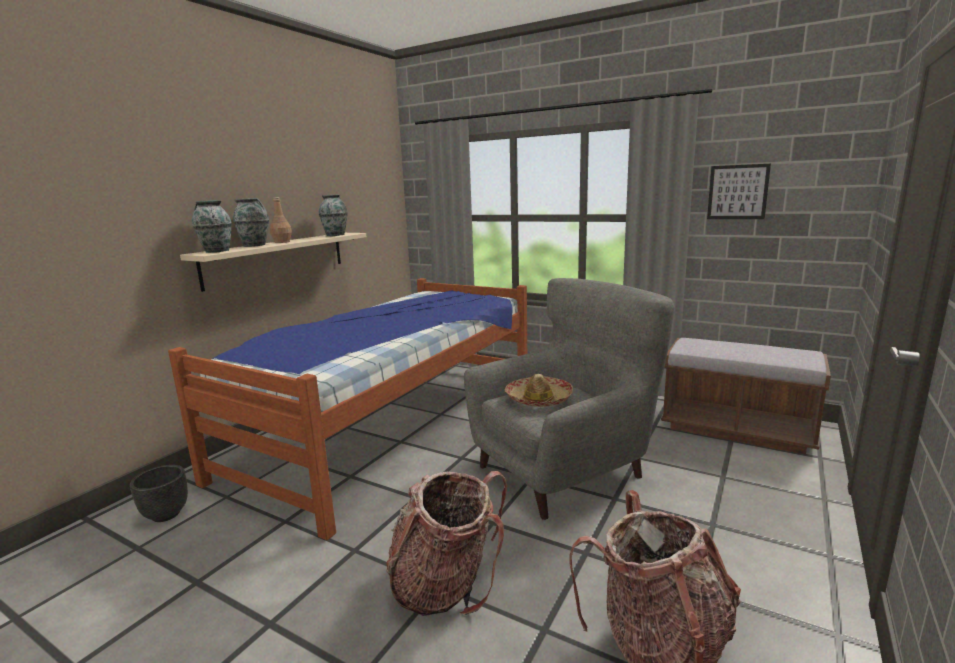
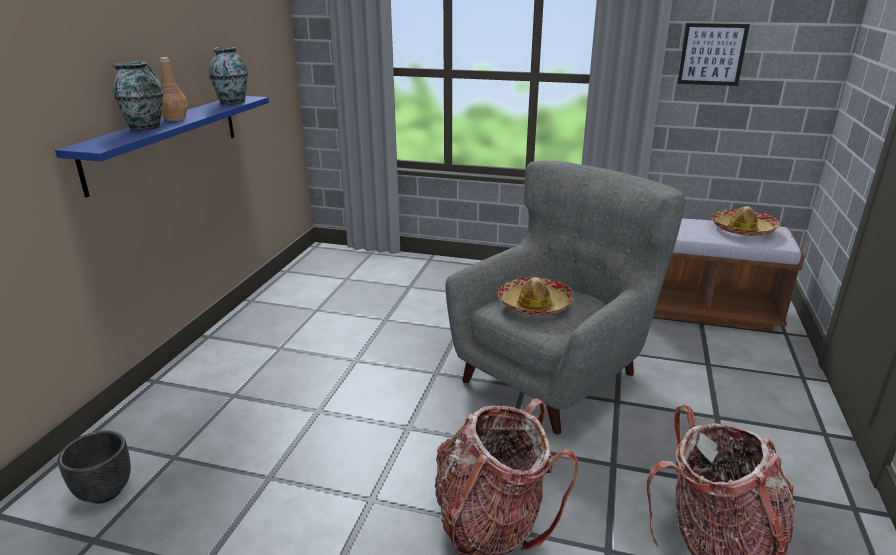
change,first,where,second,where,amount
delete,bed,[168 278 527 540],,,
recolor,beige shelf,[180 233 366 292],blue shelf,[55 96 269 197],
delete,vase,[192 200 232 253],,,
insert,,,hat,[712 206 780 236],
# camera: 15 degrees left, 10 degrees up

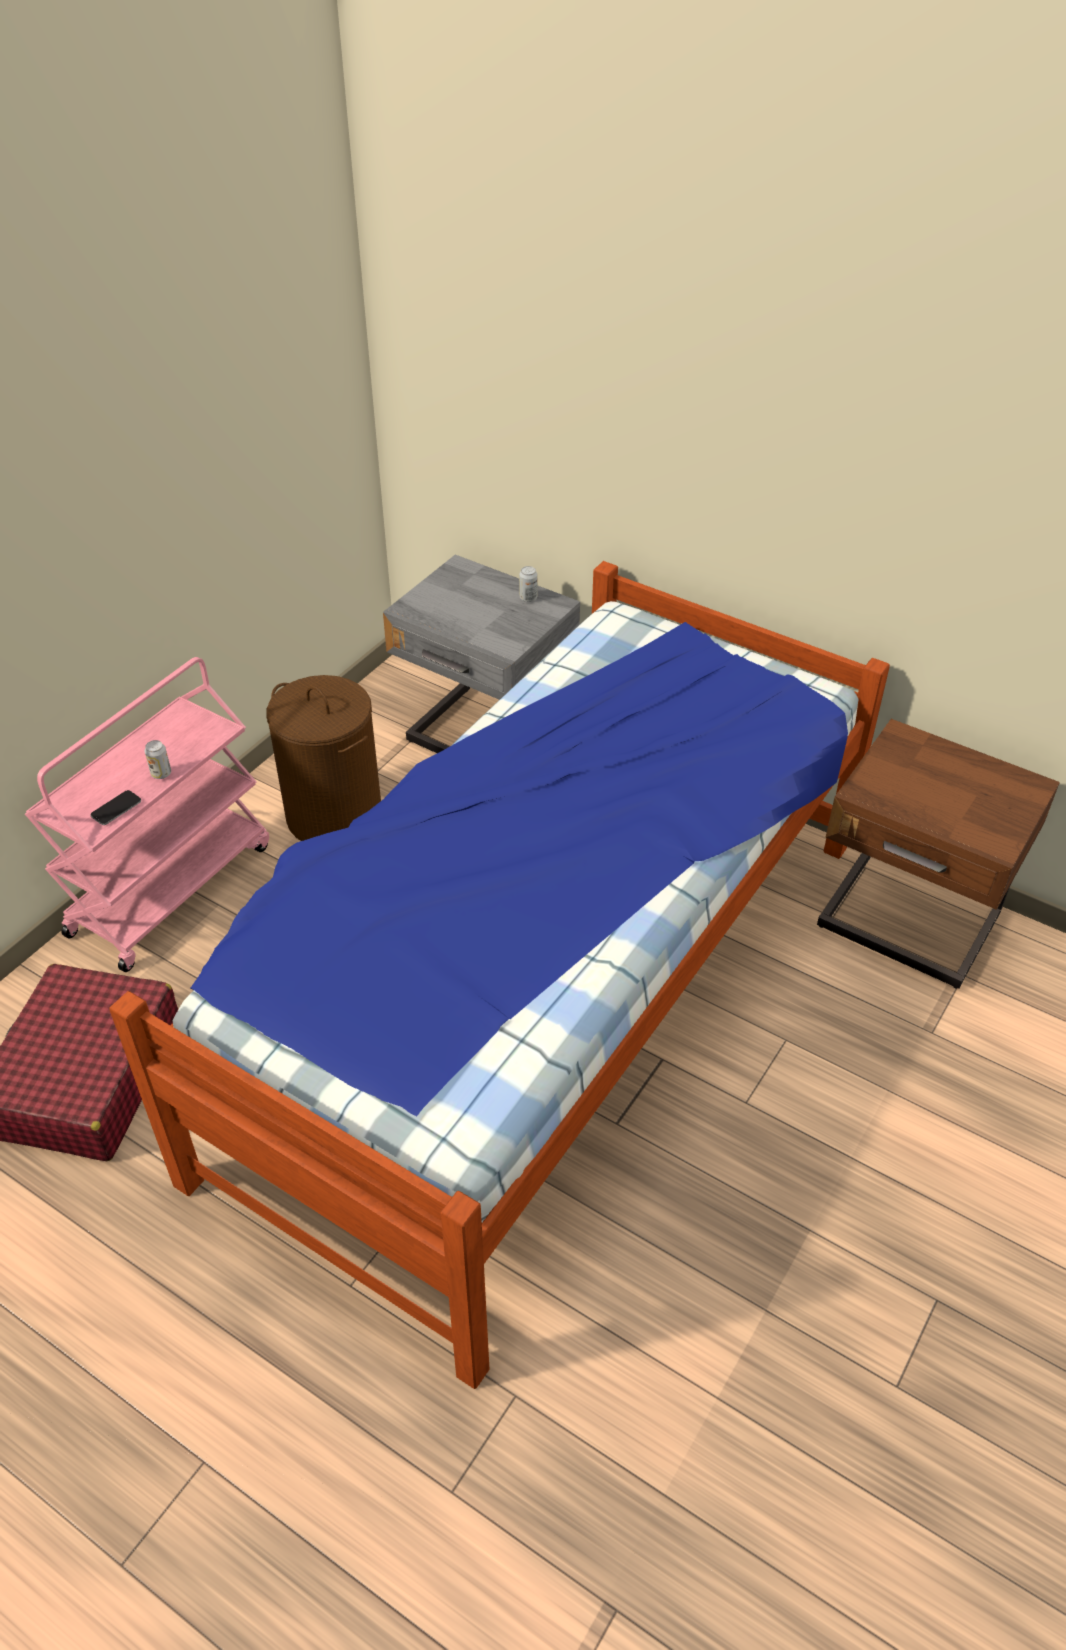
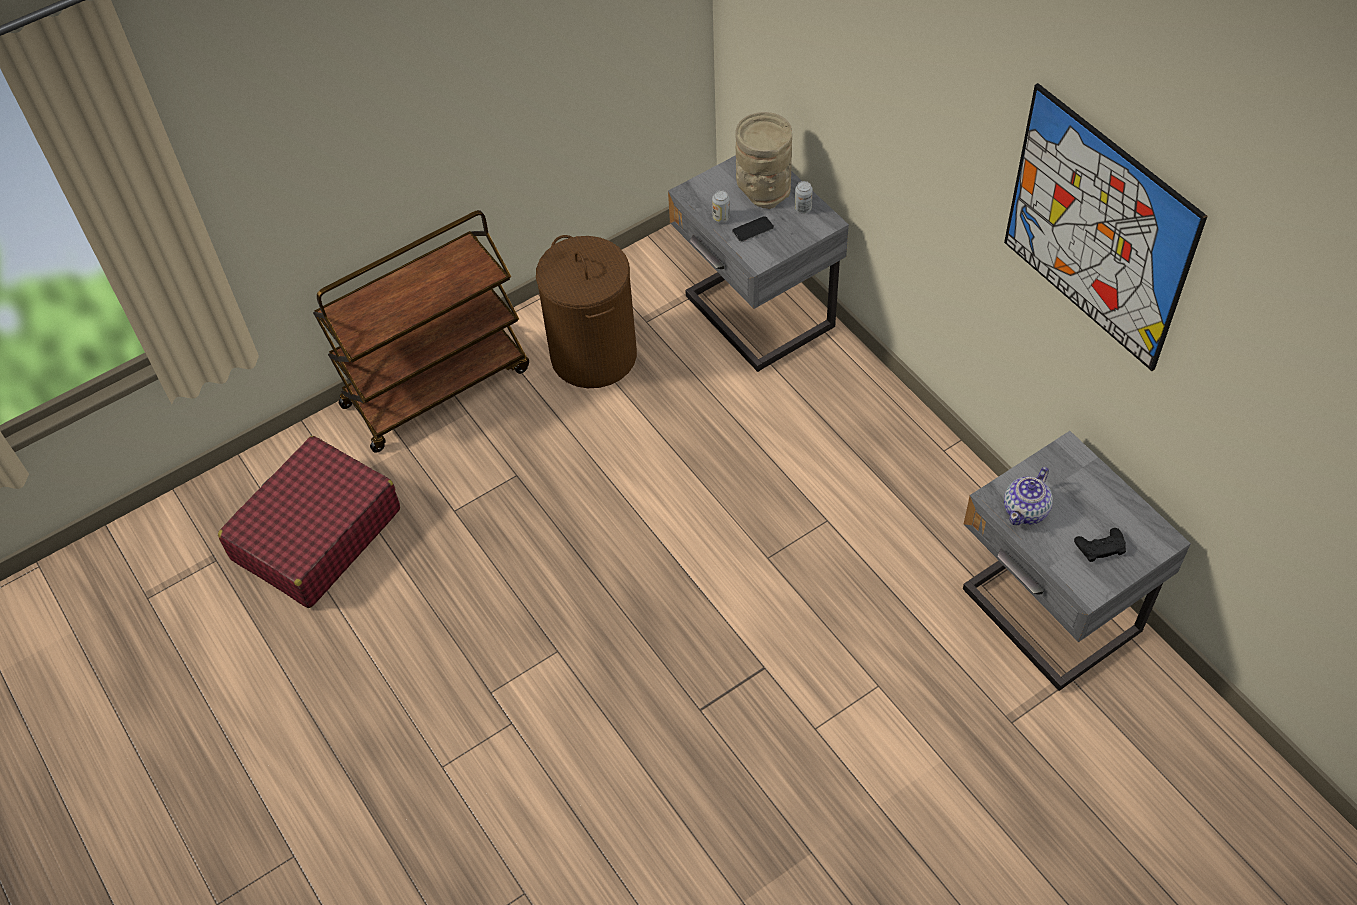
change,first,where,second,where,amount
recolor,pink cart,[25 657 269 972],brown cart,[313 210 529 453],
move,phone,[90 790 141 825],,[732 216 774 242],
delete,bed,[109 561 890 1389],,,
move,can,[145 740 171 779],,[712 190 730 223],
recolor,brown nightstand,[817 719 1060 989],grey nightstand,[963 431 1191 691],
insert,,,beige vase,[735 112 792 209],
insert,,,picture,[1004 83 1208 371],
insert,,,teapot,[1004 467 1053 525],
insert,,,black game controller,[1074 528 1126 562],
# camera: 25 degrees right, 10 degrees up

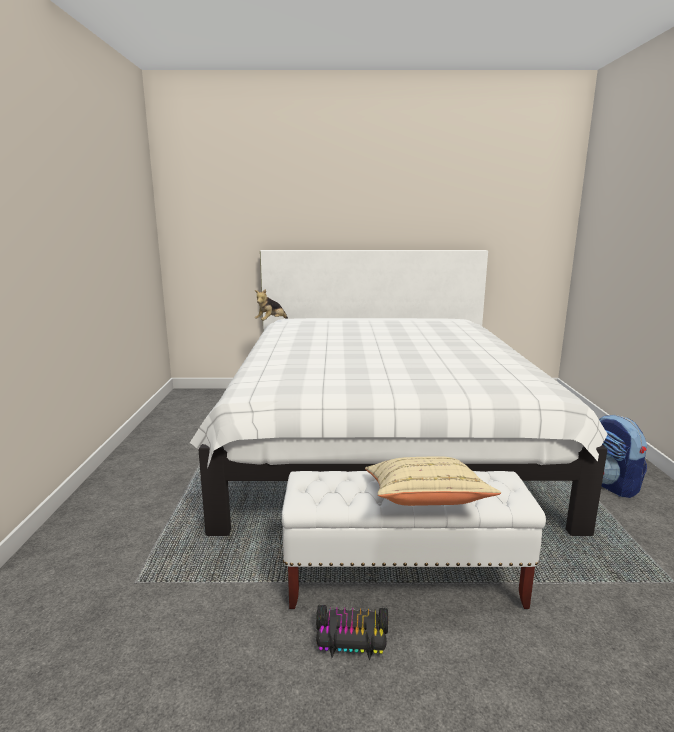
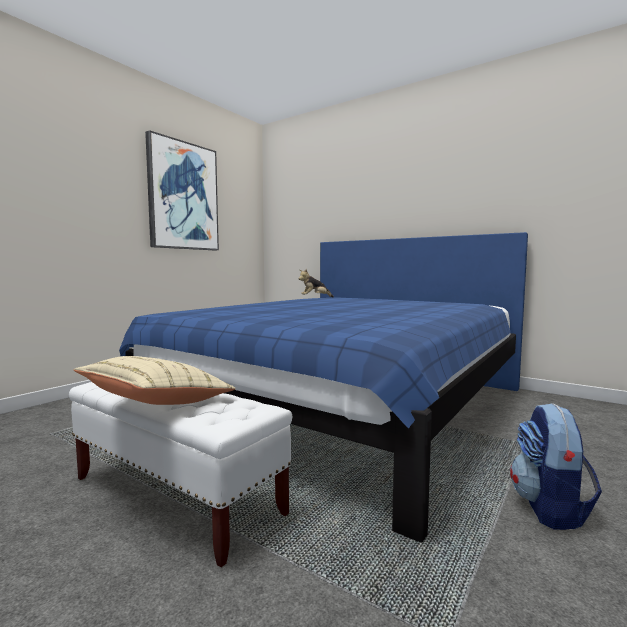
change,first,where,second,where,amount
recolor,white bed,[190 250 608 536],blue bed,[119 232 528 542],
delete,toy car,[316 605 388 661],,,
insert,,,picture,[145 130 219 250],
# camera: 35 degrees right, 10 degrees down

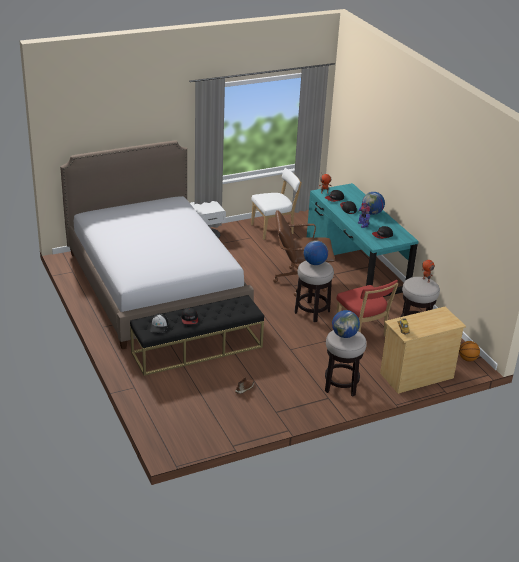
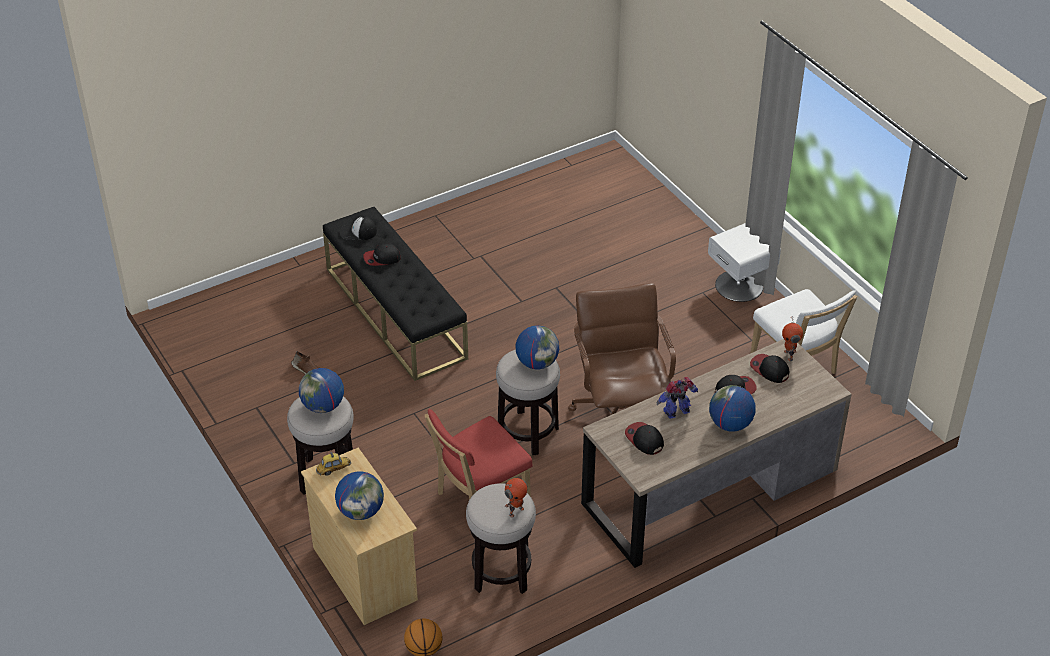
change,first,where,second,where,amount
delete,bed,[60 140 254 349],,,
recolor,turquoise desk,[307 183 419 297],brown desk,[581 339 852 568],
insert,,,globe,[335 471 384 520],
# camera: 85 degrees right, 10 degrees up

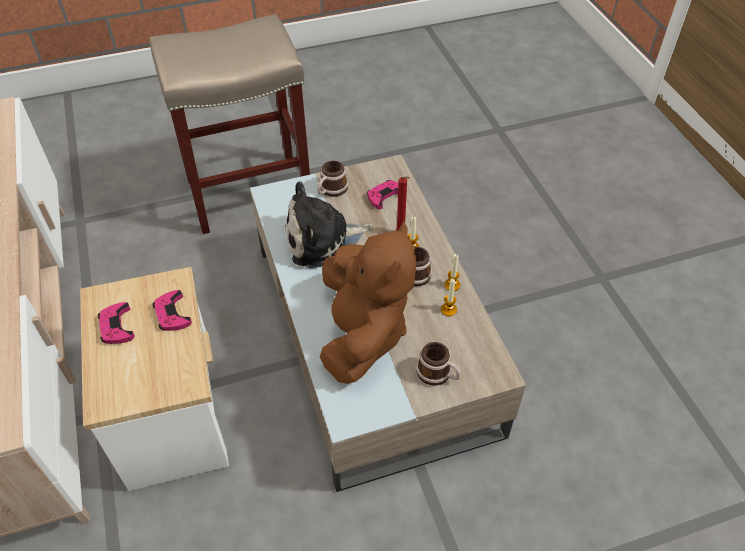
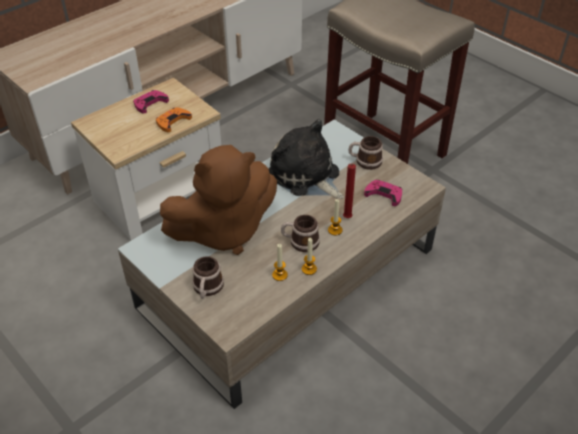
change,first,where,second,where,amount
recolor,pink game controller,[152 290 192 331],orange game controller,[156 107 192 132],
# camera: 65 degrees right, 5 degrees down

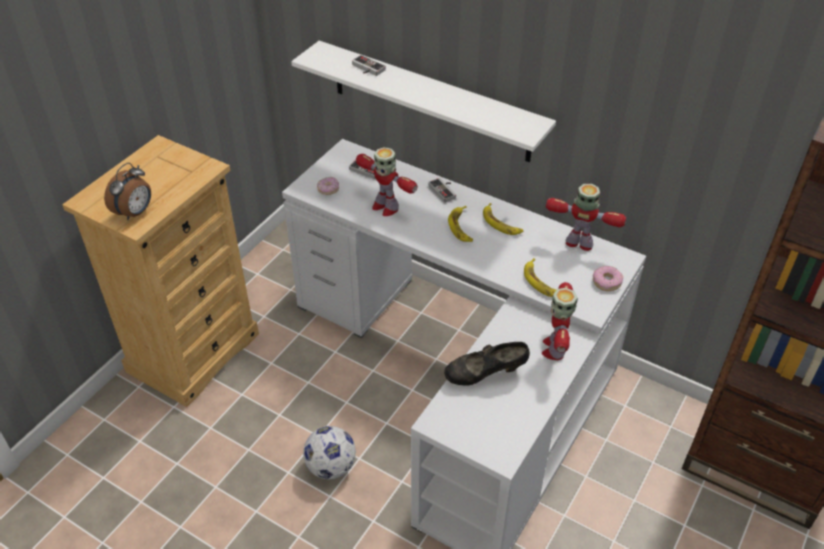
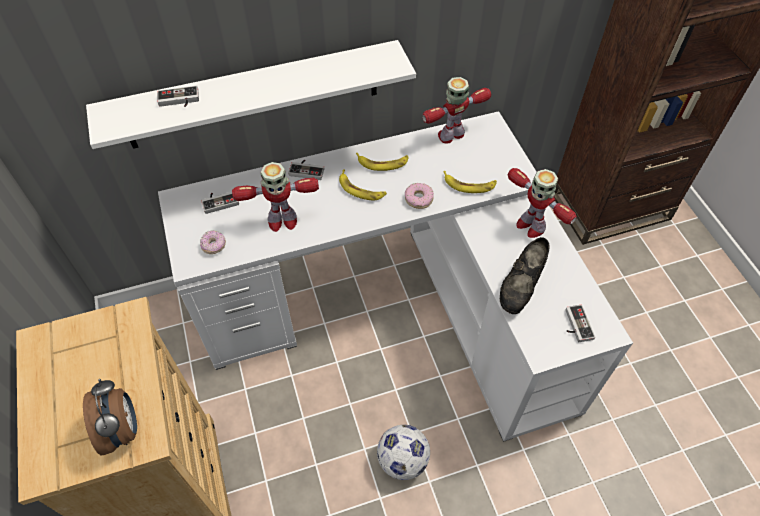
change,first,where,second,where,amount
move,donut,[593 266 623 291],,[405 183 434 209],
insert,,,game controller,[565 305 595 342],
# camera: 50 degrees left, 10 degrees up

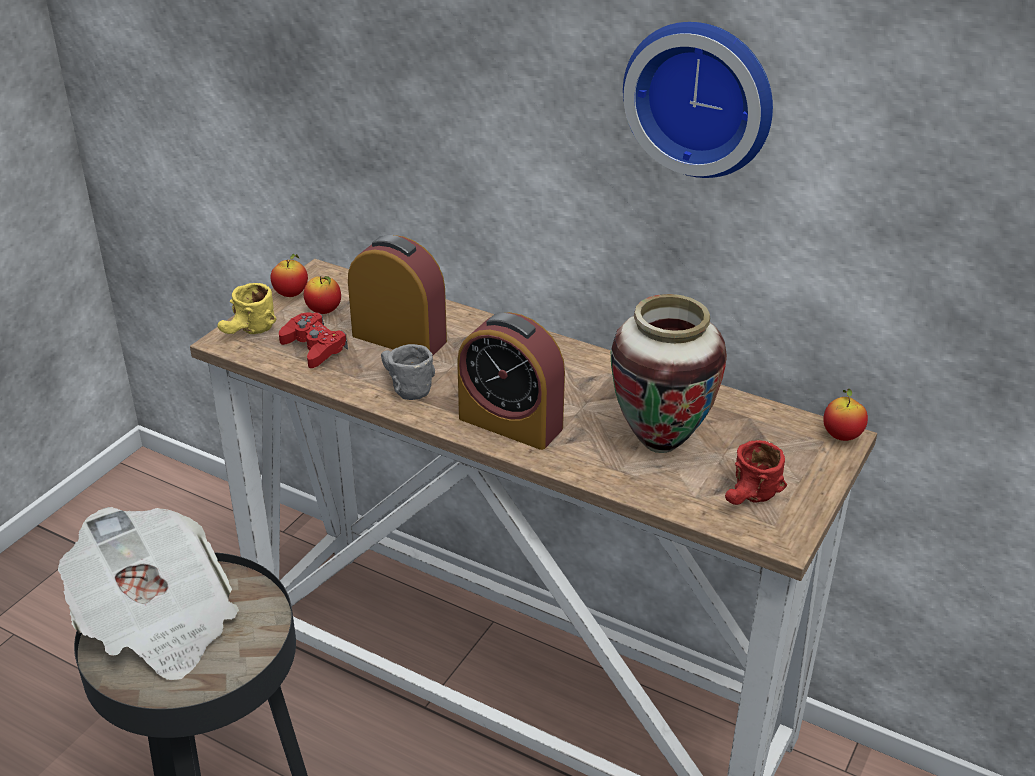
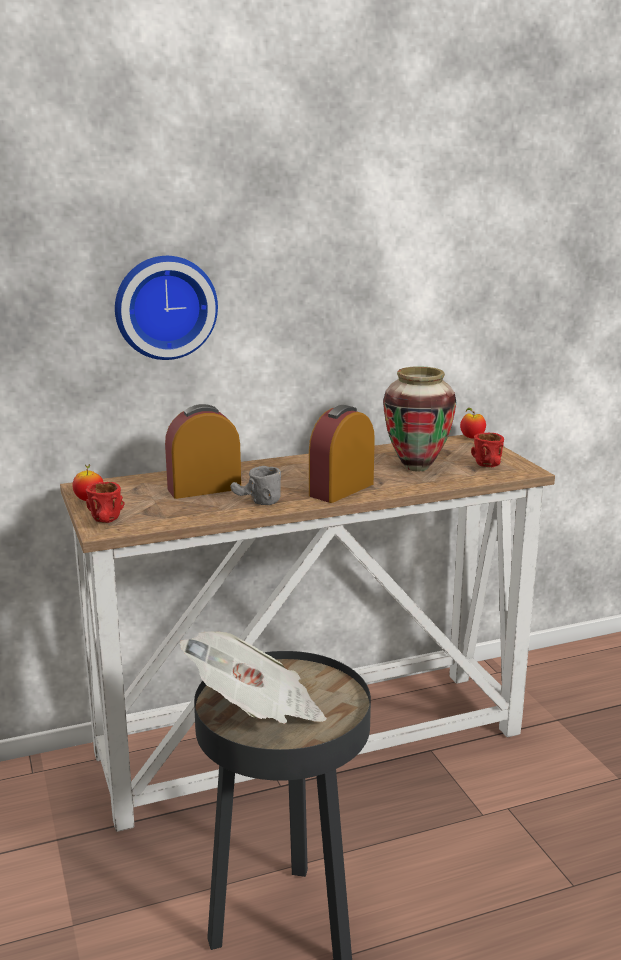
change,first,where,second,where,amount
recolor,yellow mug,[218 283 276 334],red mug,[86 482 125 523],
delete,red game controller,[279 312 348 368],,,
delete,apple,[304 276 341 314],,,
rotate,alarm clock,[457 312 565 450],,[309 405 375 503],150 degrees clockwise
move,wall clock,[623 22 773 178],,[115 256 218 360],
# camera: 50 degrees left, 15 degrees down

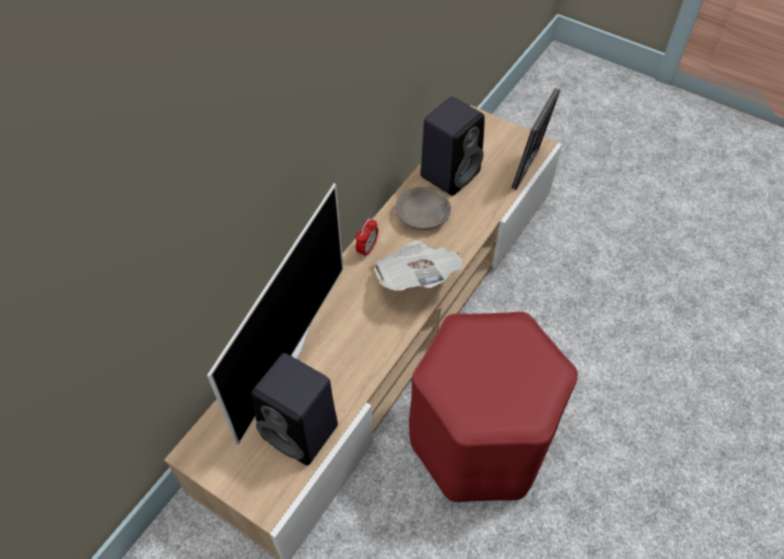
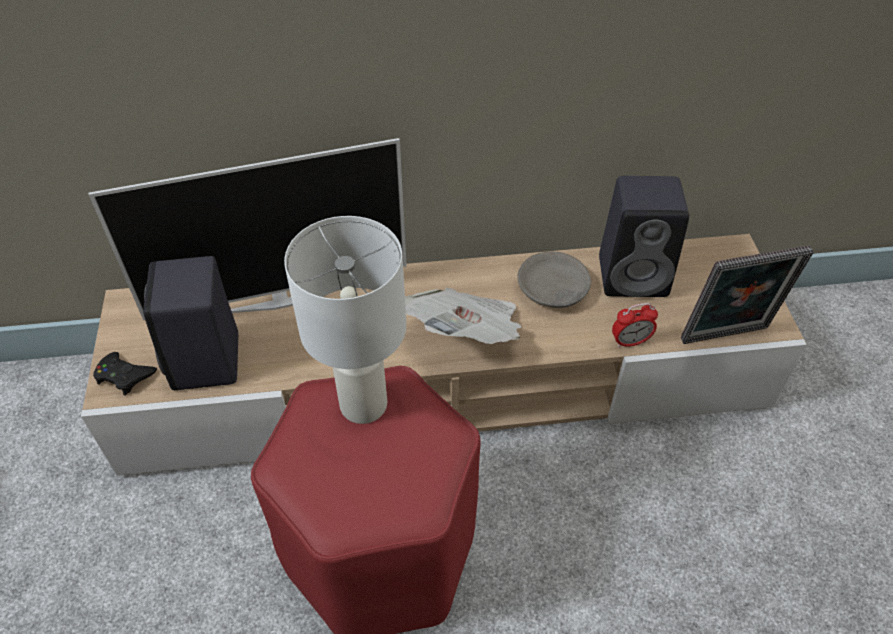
change,first,where,second,where,amount
move,alarm clock,[356 218 378 258],,[612 303 658 348],
insert,,,black game controller,[93 352 157 396],
insert,,,white table lamp,[284 216 406 424],
# camera: 50 degrees right, 5 degrees down

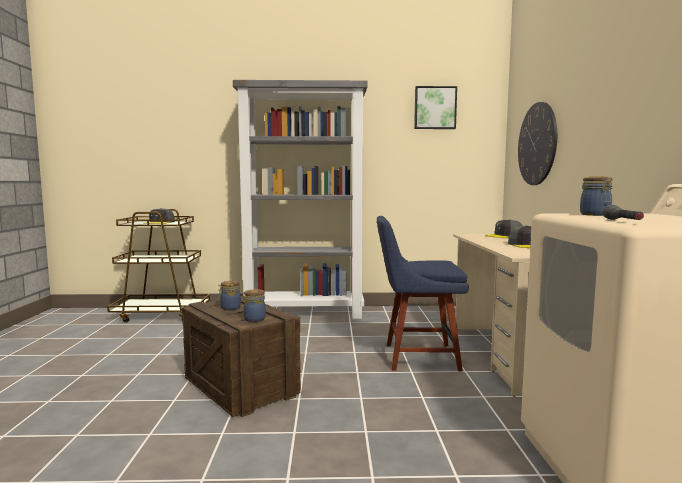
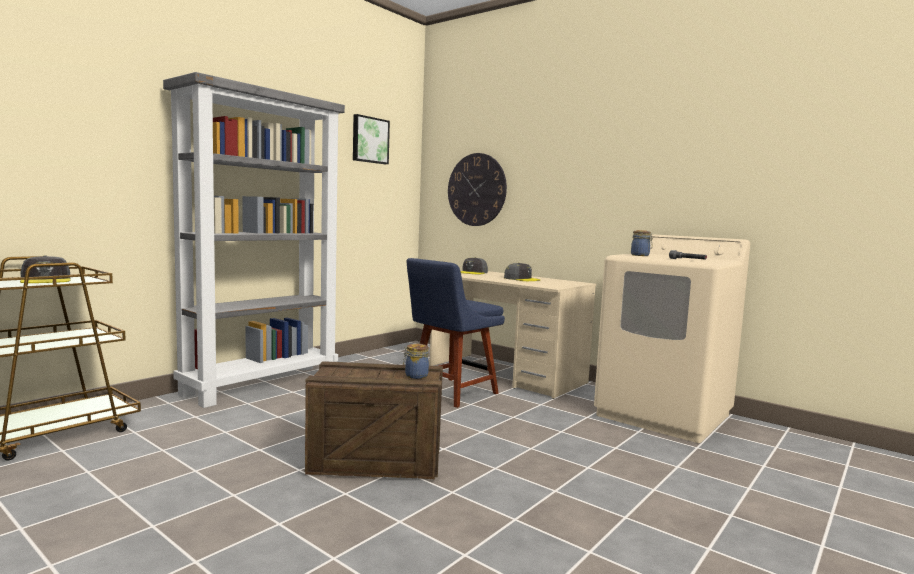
change,first,where,second,where,amount
delete,jar,[218 281 241 310],,,
# camera: 50 degrees left, 0 degrees up

